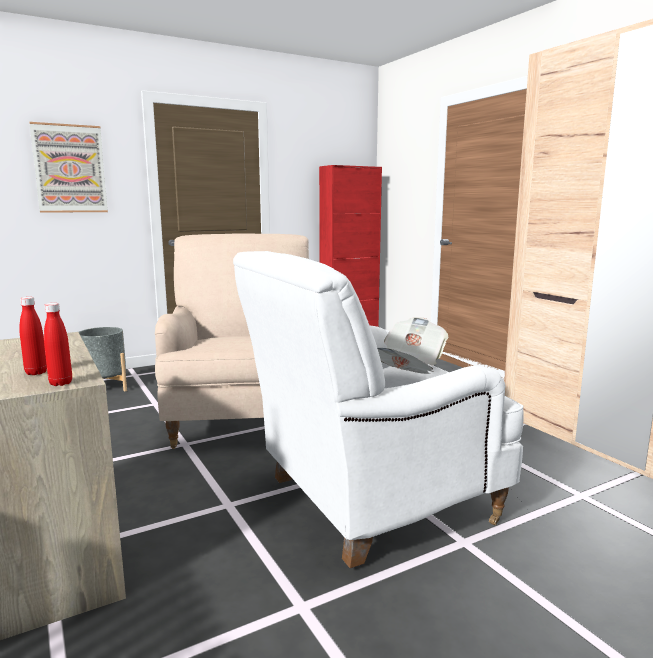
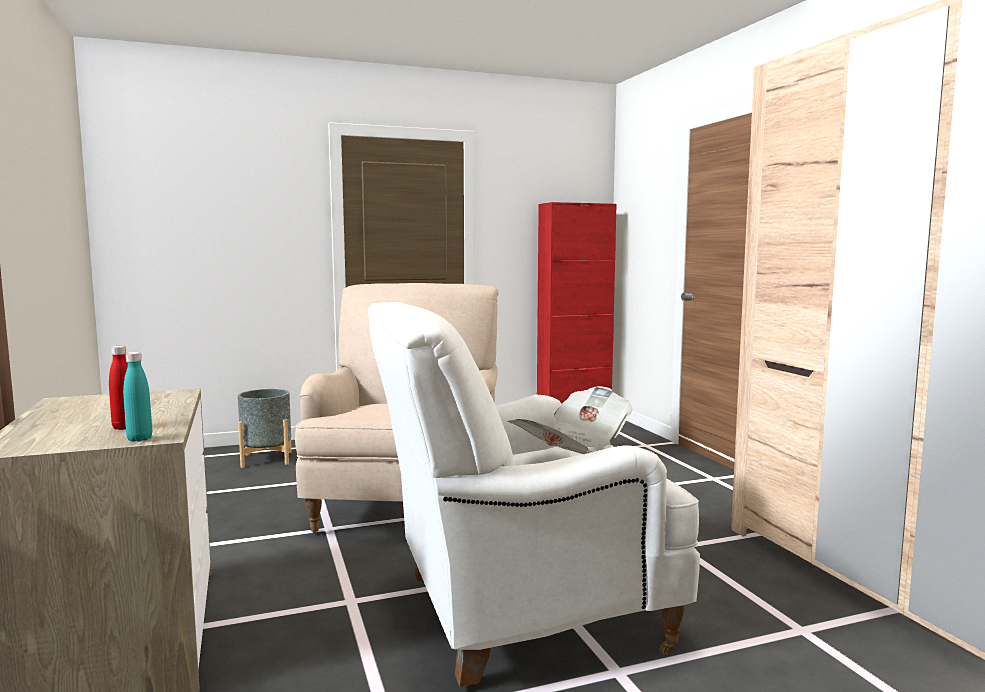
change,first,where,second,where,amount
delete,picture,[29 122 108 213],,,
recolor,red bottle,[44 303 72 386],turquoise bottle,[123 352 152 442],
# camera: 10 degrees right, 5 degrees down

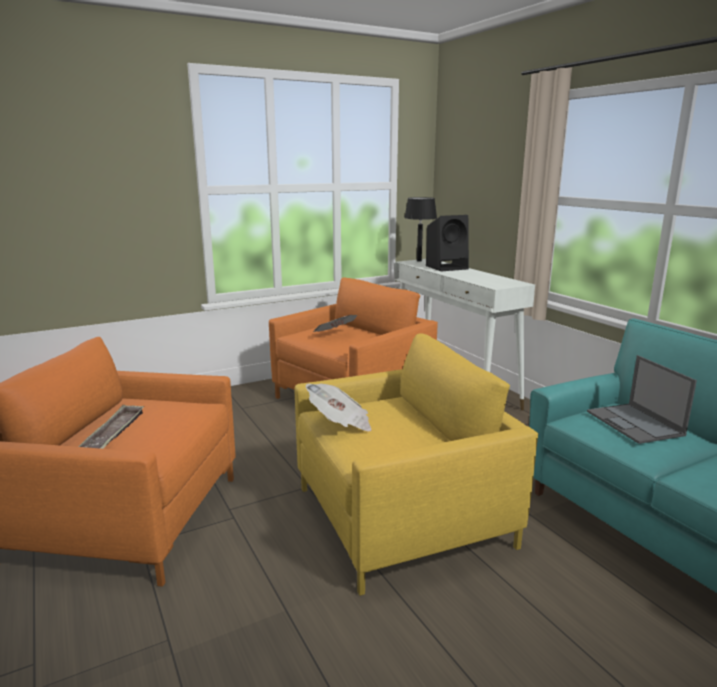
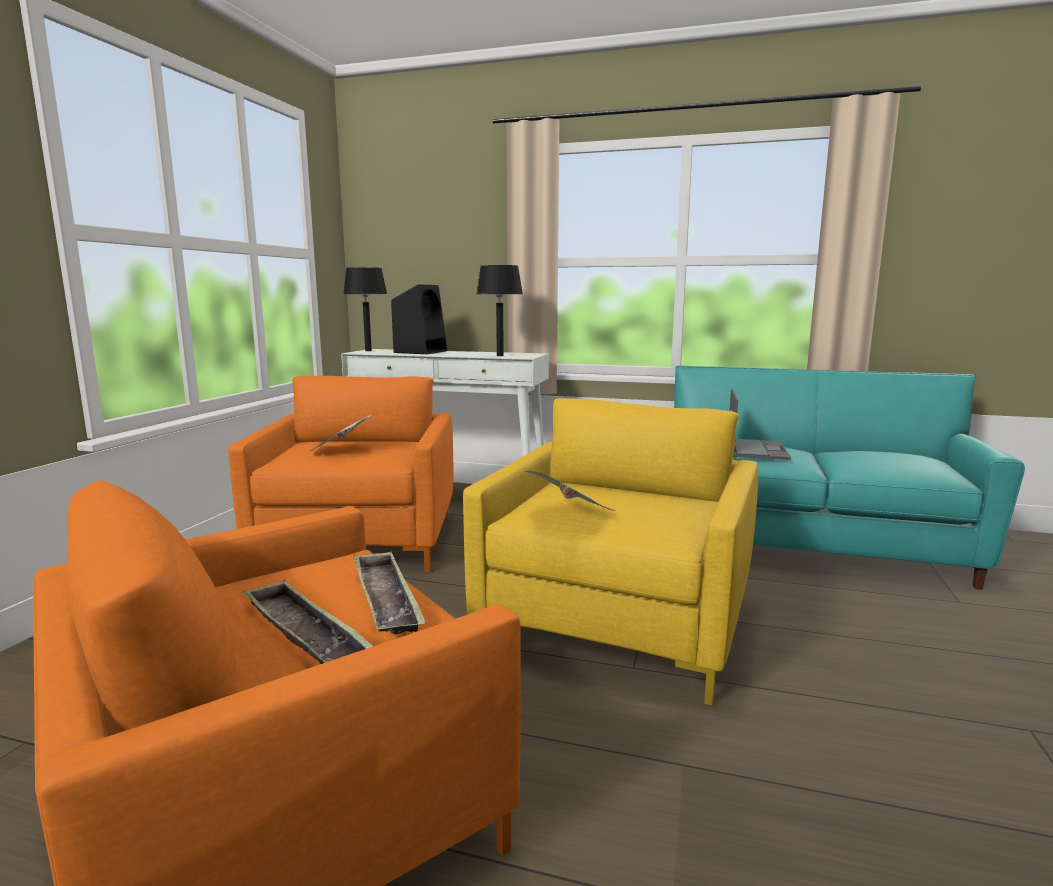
change,first,where,second,where,amount
rotate,laptop,[587 355 697 444],,[729 389 791 460],105 degrees counterclockwise
insert,,,tray,[353 551 426 634],
insert,,,black table lamp,[476 265 523 356],
# camera: 45 degrees left, 5 degrees down

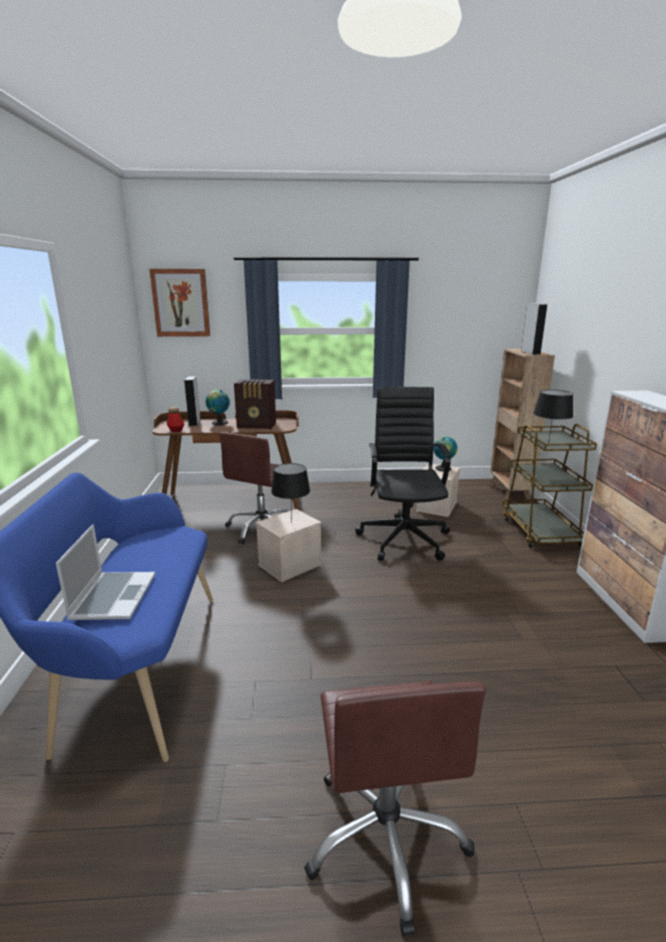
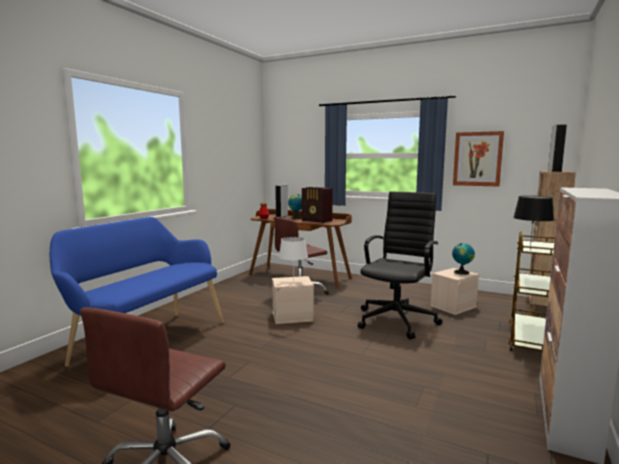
change,first,where,second,where,amount
delete,laptop,[56 524 155 620],,,
move,picture,[149 269 210 337],,[453 131 504 187],
recolor,black table lamp,[271 463 310 522],white table lamp,[279 237 308 282],
# camera: 30 degrees right, 10 degrees down

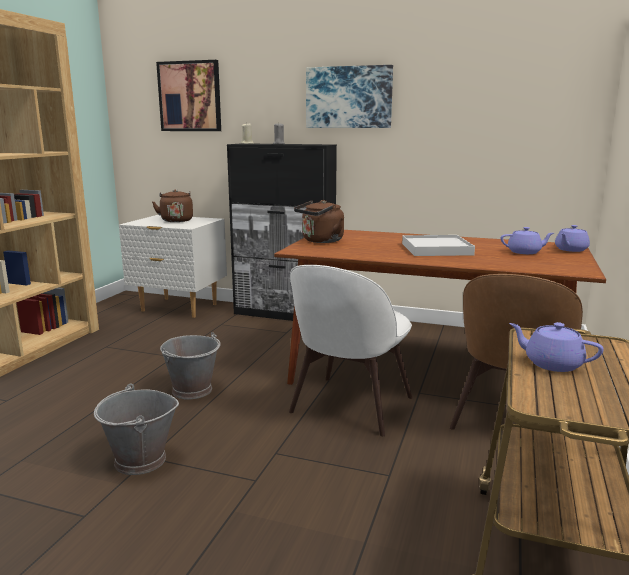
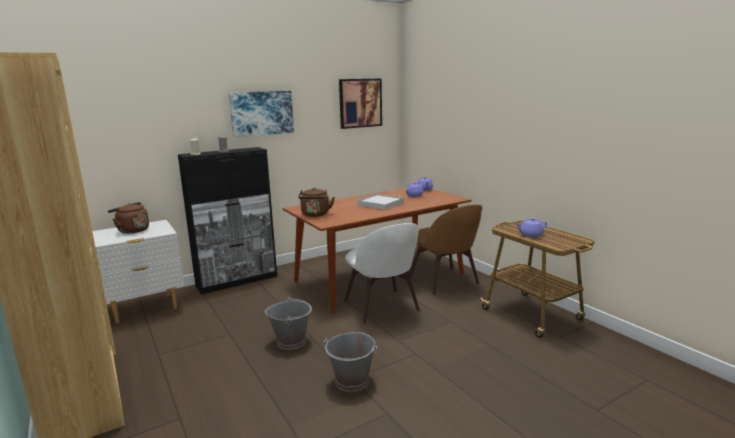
change,first,where,second,where,amount
move,picture,[156 60 221 131],,[339 78 382 129],
# camera: 50 degrees left, 0 degrees up

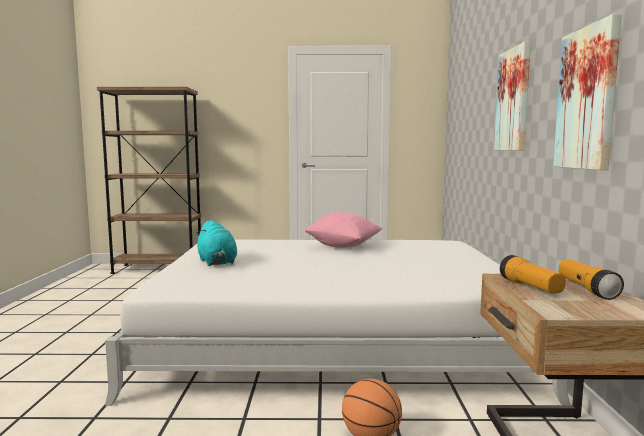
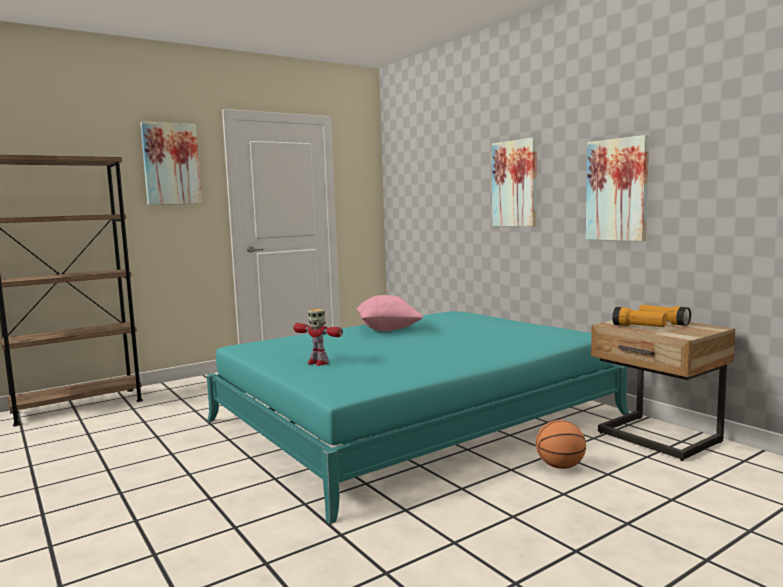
change,first,where,second,where,amount
recolor,white bed,[105 239 570 406],turquoise bed,[207 311 629 524],
replace,turquoise plush toy,[196 220 237 266],toy robot,[293 309 343 366],
insert,,,picture,[140 121 202 205],
# camera: 35 degrees left, 0 degrees up

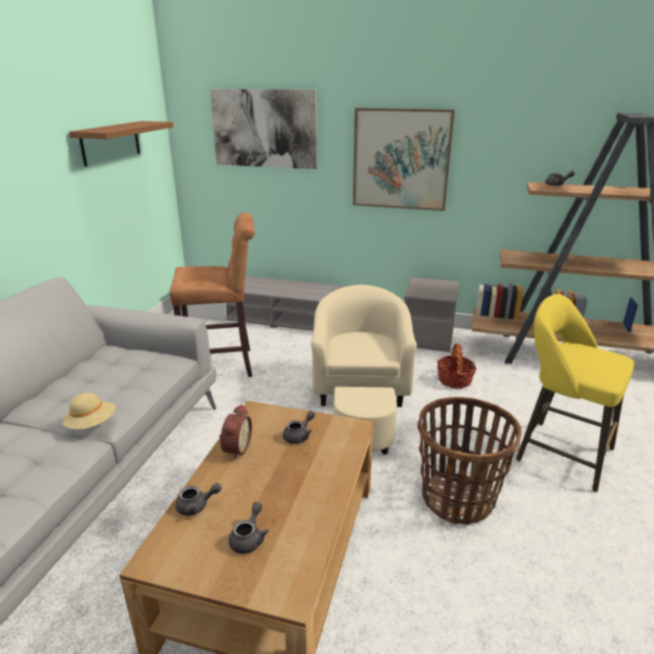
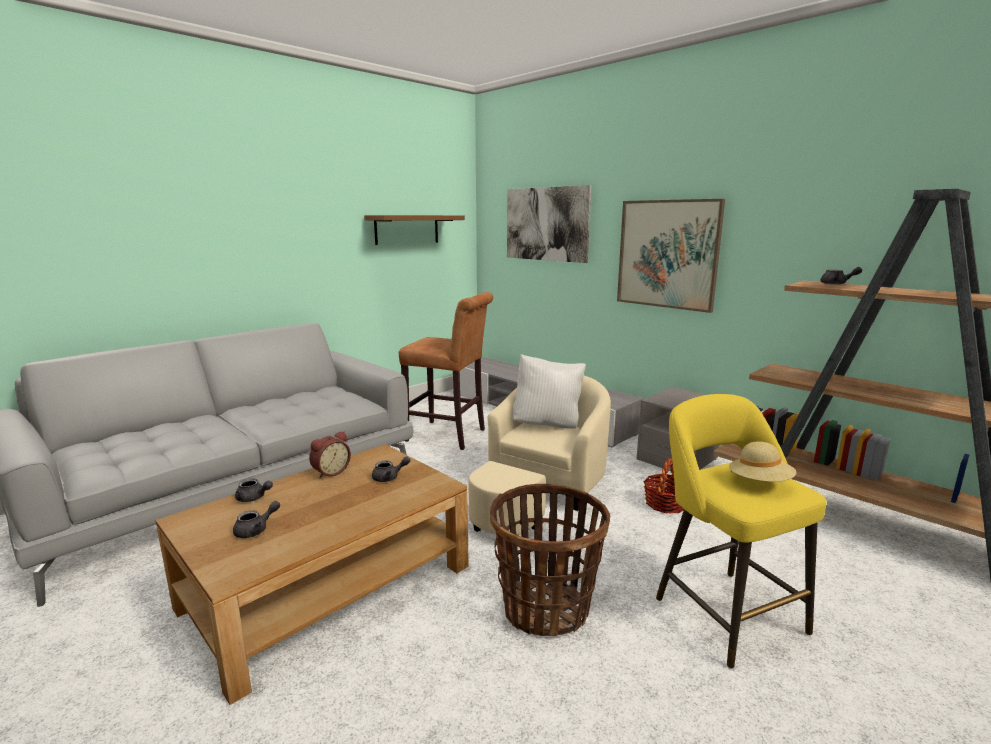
change,first,where,second,where,amount
move,beige hat,[62 393 116 429],,[729 441 797 482],
insert,,,white pillow,[513 354 586 429],
# camera: 30 degrees right, 10 degrees down

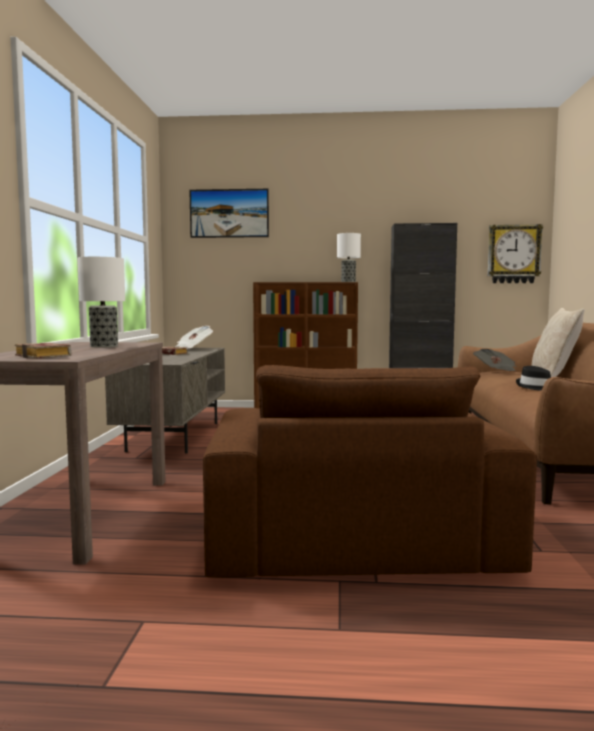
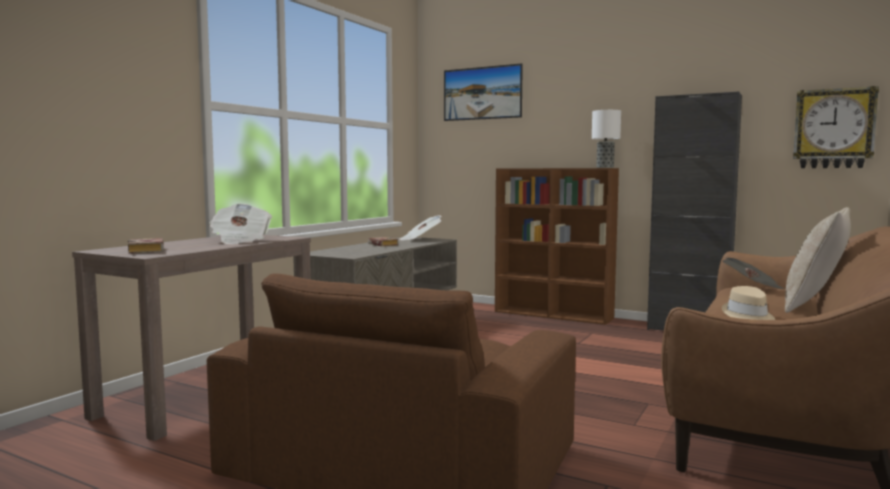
change,first,where,second,where,amount
replace,table lamp,[78 257 125 348],newspaper,[209 204 272 244],
recolor,black hat,[516 366 551 391],beige hat,[722 286 775 320],
# camera: 25 degrees right, 0 degrees up

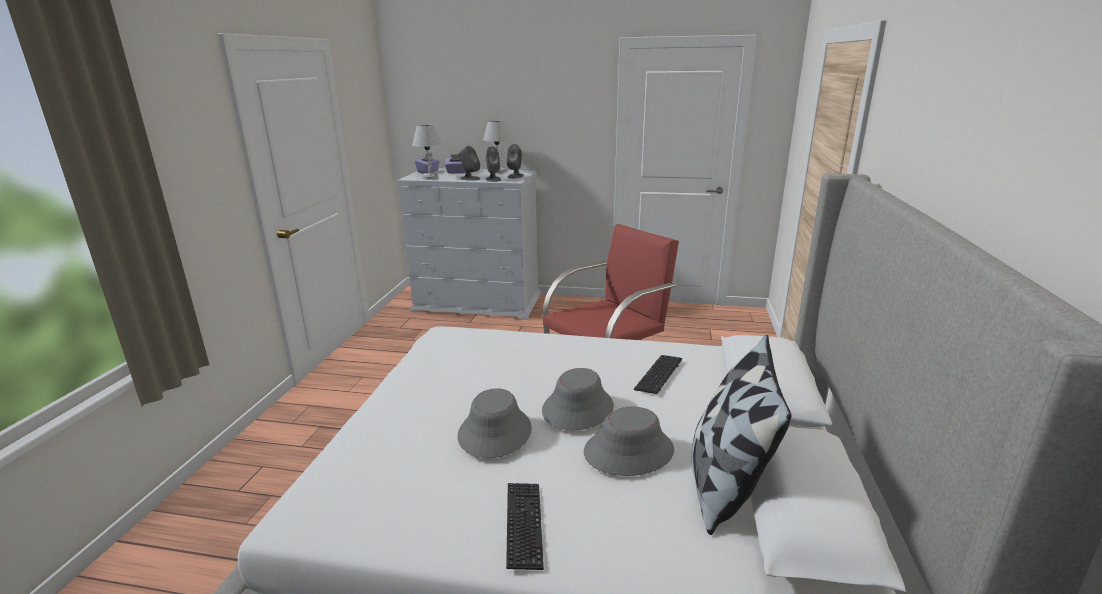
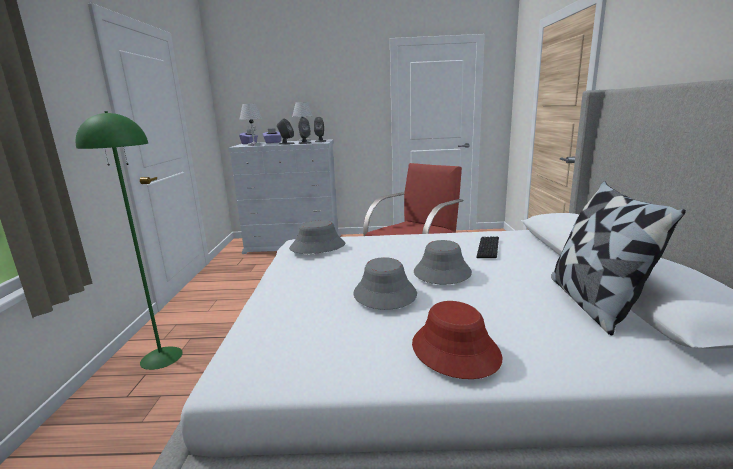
change,first,where,second,where,amount
replace,keyboard,[506 483 544 570],red hat,[412 301 502 379],
move,grey hat,[584 407 674 476],,[289 220 345 254],
insert,,,green floor lamp,[76 111 183 370],
# camera: 10 degrees left, 5 degrees down

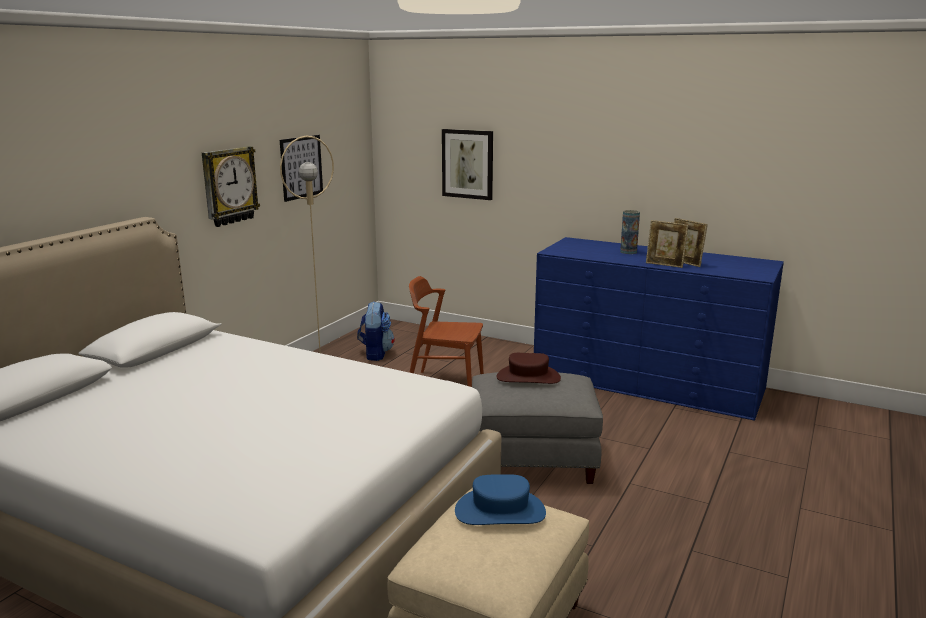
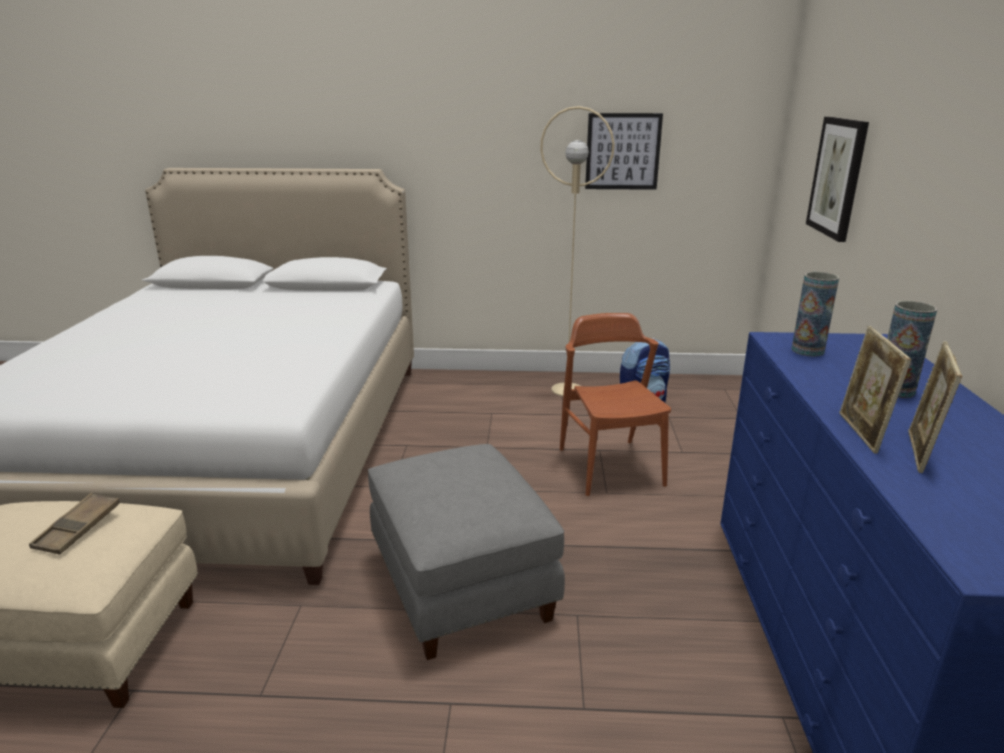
change,first,where,second,where,amount
delete,wall clock,[202 146 260 227],,,
replace,blue hat,[455 474 546 525],brown tray,[29 493 120 555],
delete,brown hat,[497 353 561 384],,,
insert,,,vase,[791 272 839 357],
# camera: 65 degrees right, 5 degrees up

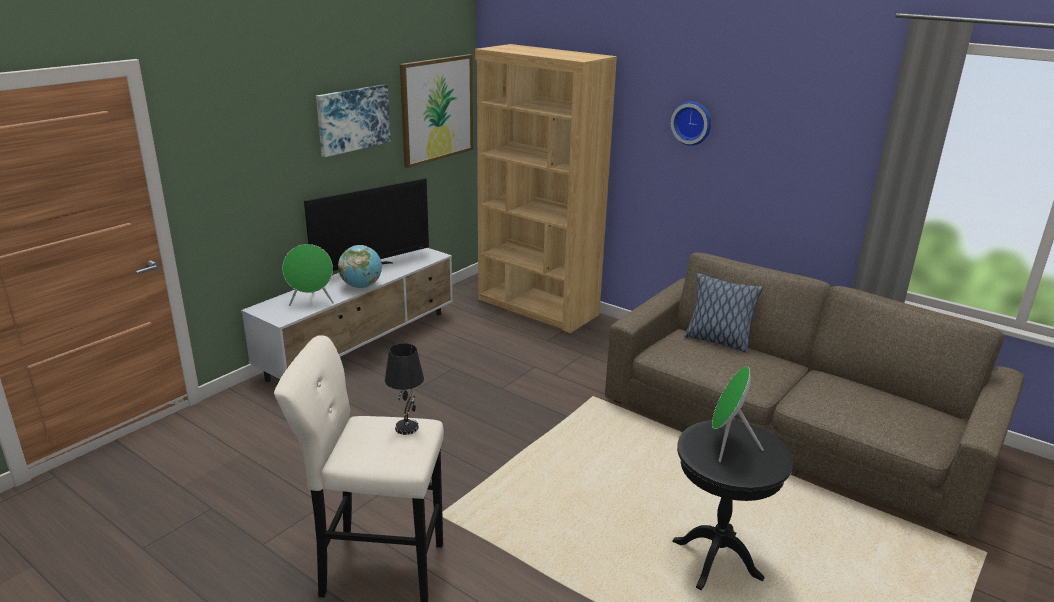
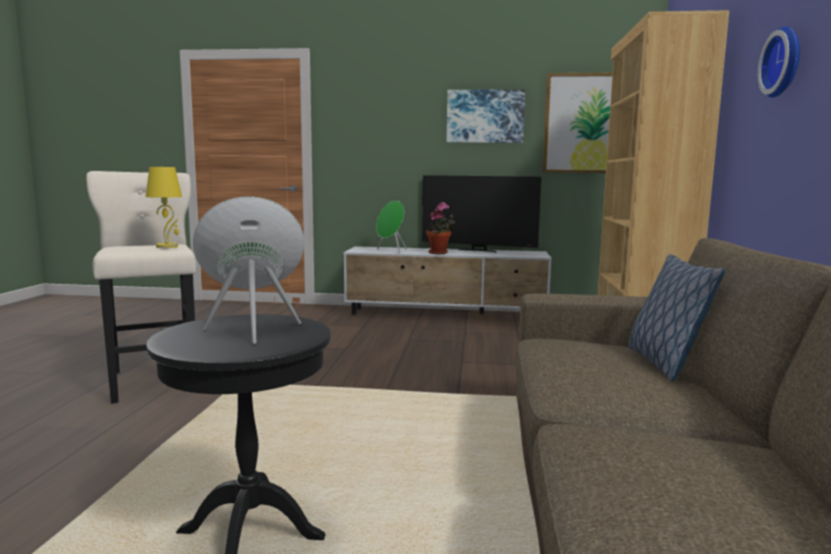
change,first,where,second,where,amount
replace,globe,[338 245 382 288],potted plant,[426 202 455 254],
recolor,black table lamp,[385 343 424 435],yellow table lamp,[146 167 182 248],
# camera: 60 degrees right, 15 degrees down

